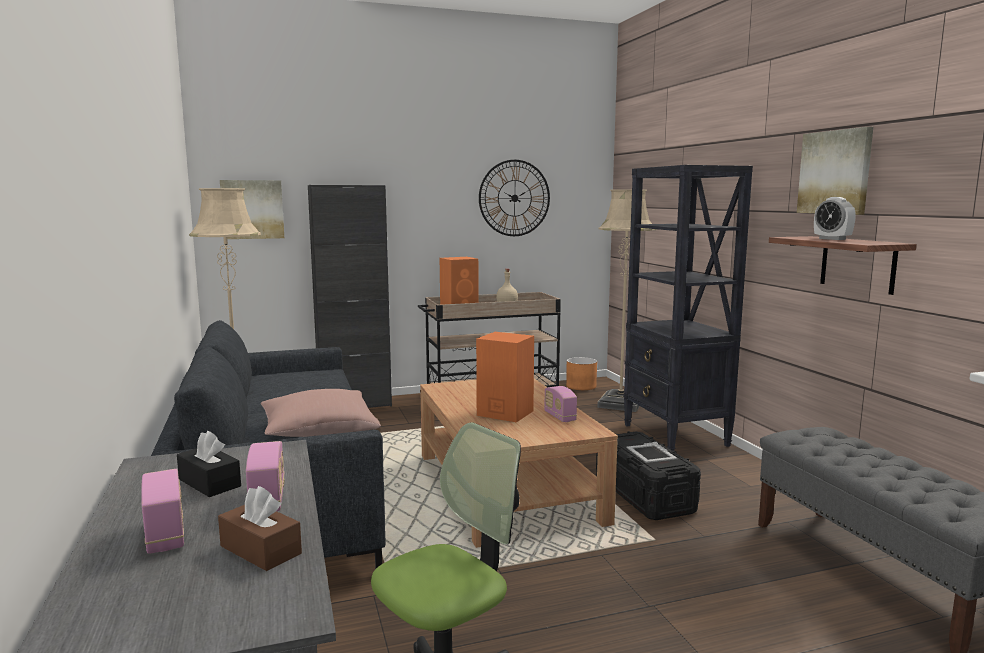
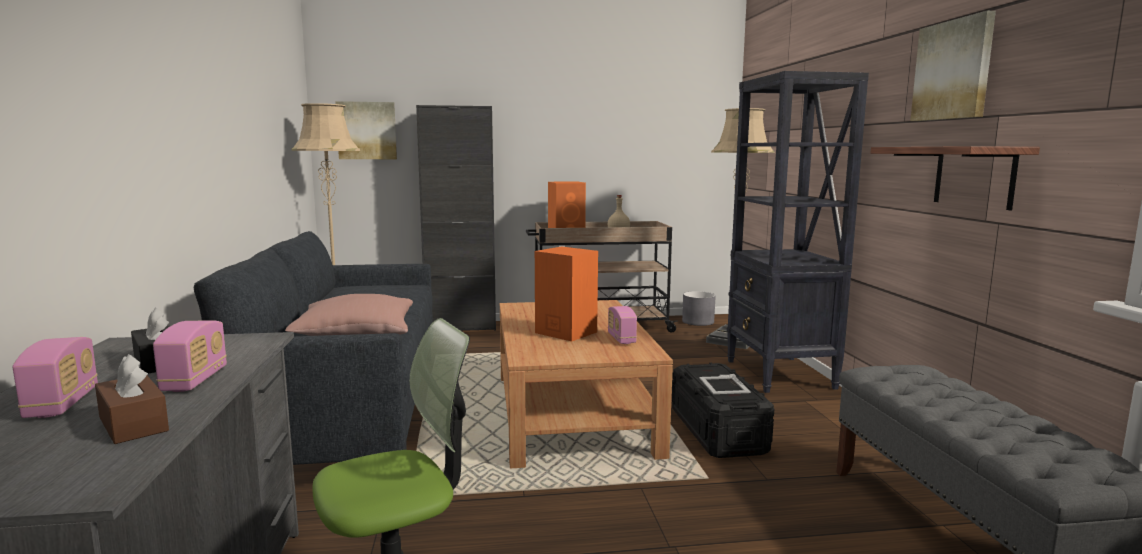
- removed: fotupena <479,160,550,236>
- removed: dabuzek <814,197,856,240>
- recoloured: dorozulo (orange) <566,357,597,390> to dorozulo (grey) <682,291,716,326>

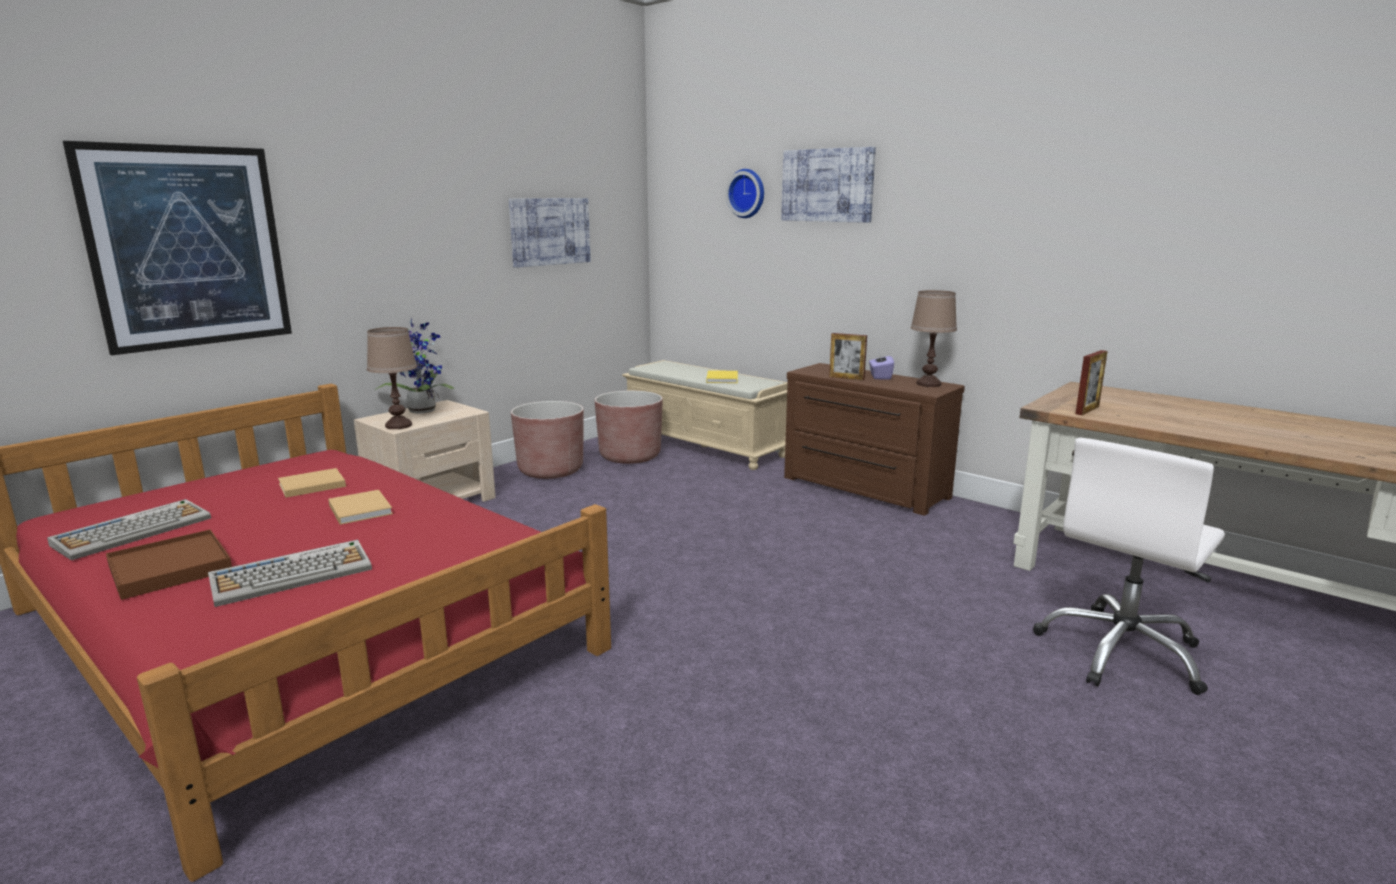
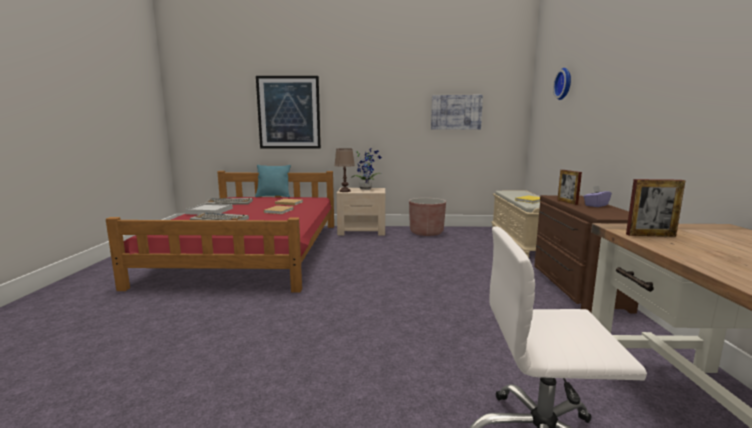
- removed: dorozulo (brown) <595,391,663,464>
- removed: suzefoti <781,147,876,223>
- removed: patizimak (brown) <911,290,957,387>
- added: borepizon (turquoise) <255,165,291,197>
- recoloured: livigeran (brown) <106,529,232,600> to livigeran (white) <185,203,233,215>

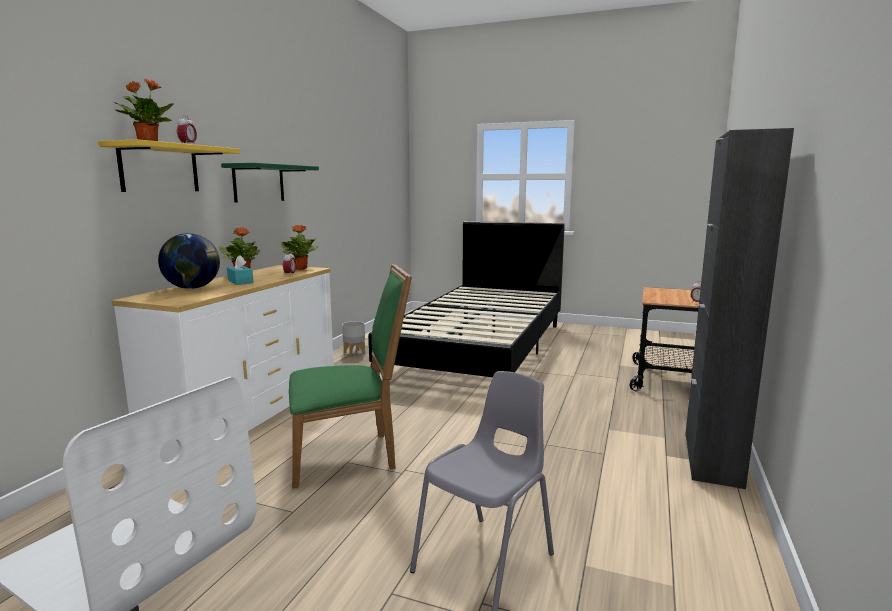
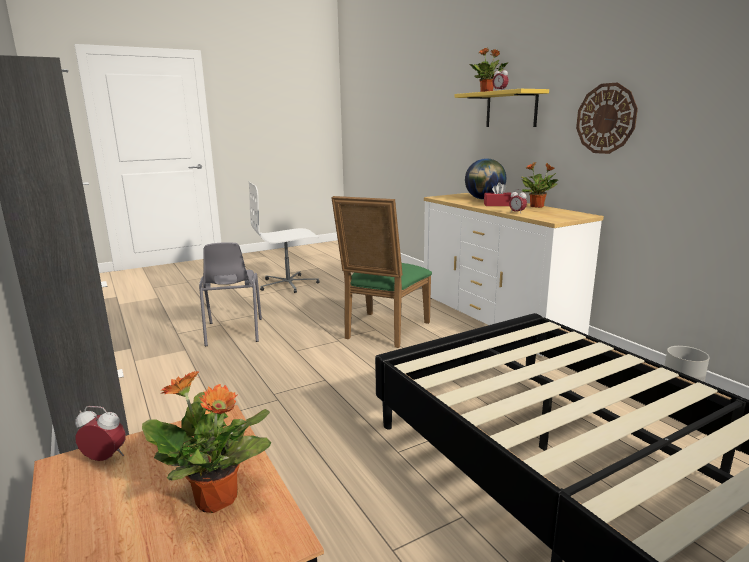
- moved: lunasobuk <281,225,318,270> to <142,371,271,513>
- replaced: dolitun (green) <221,163,319,203> to fotupena <576,83,638,154>
- recoloured: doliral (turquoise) <227,255,254,285> to doliral (red) <484,182,512,206>

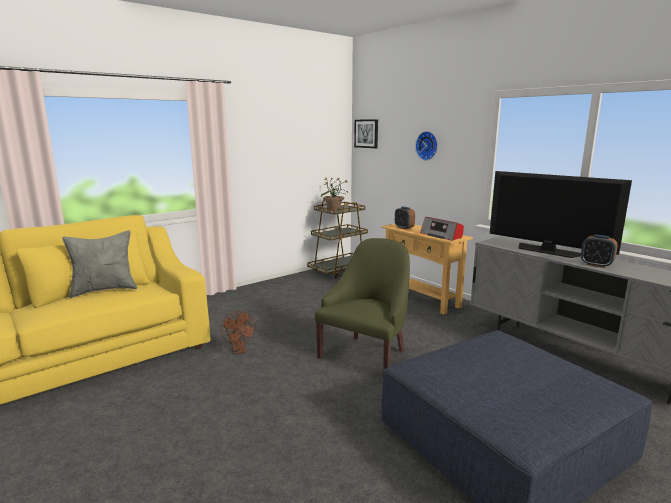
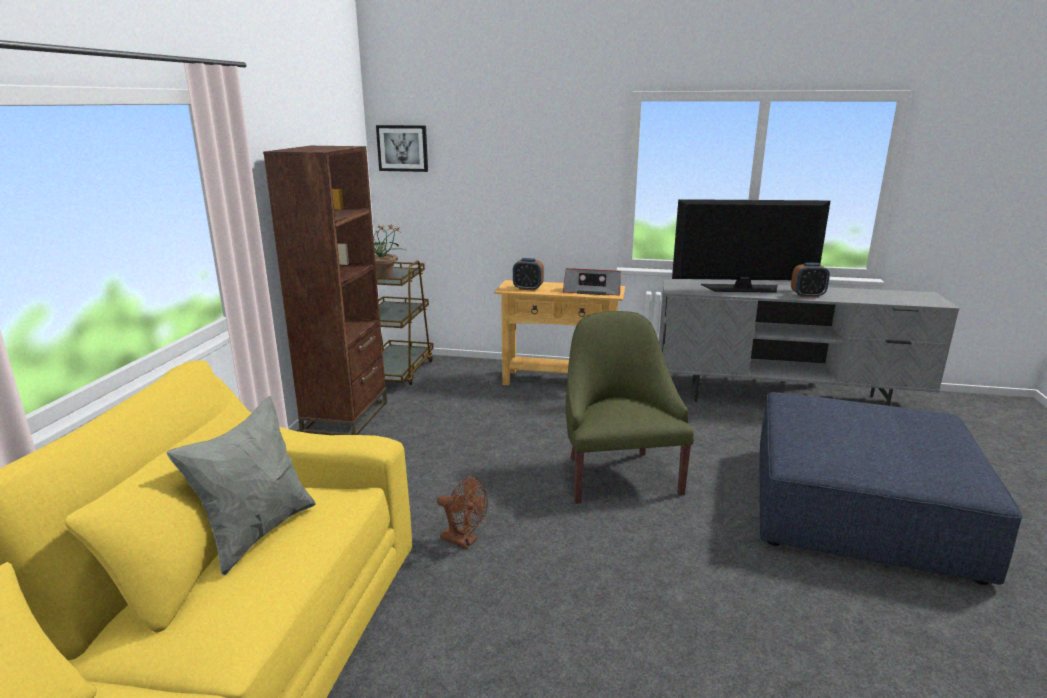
- removed: fotupena <415,131,438,160>
- added: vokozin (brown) <263,146,387,435>

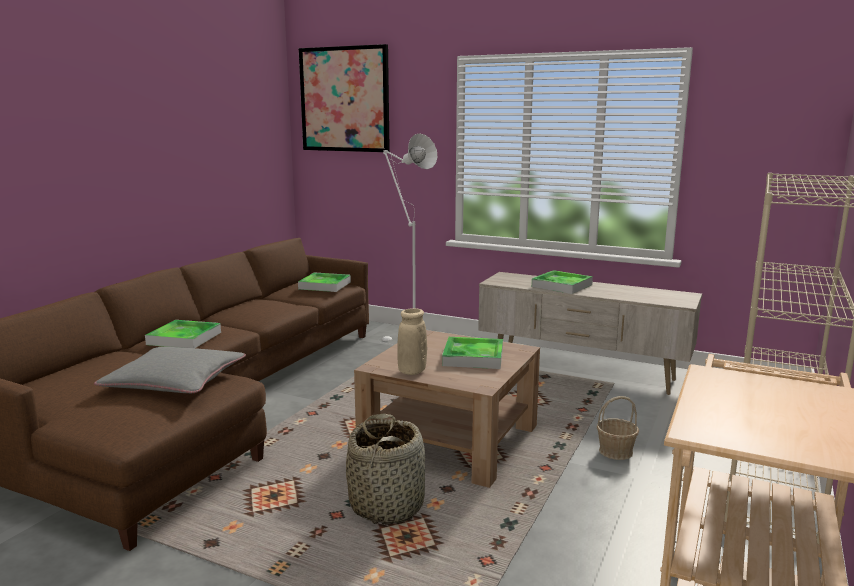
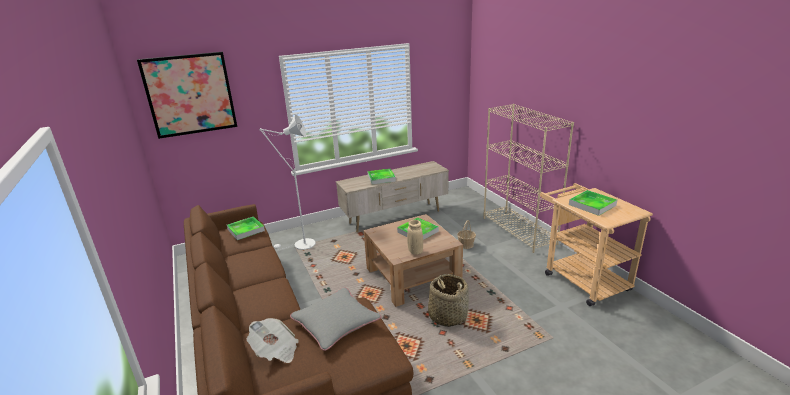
- added: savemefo <247,318,299,363>
- moved: livigeran <145,320,221,348> to <569,190,617,216>

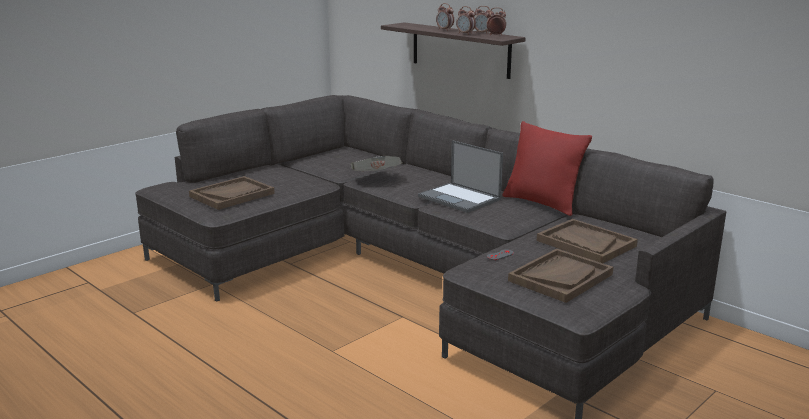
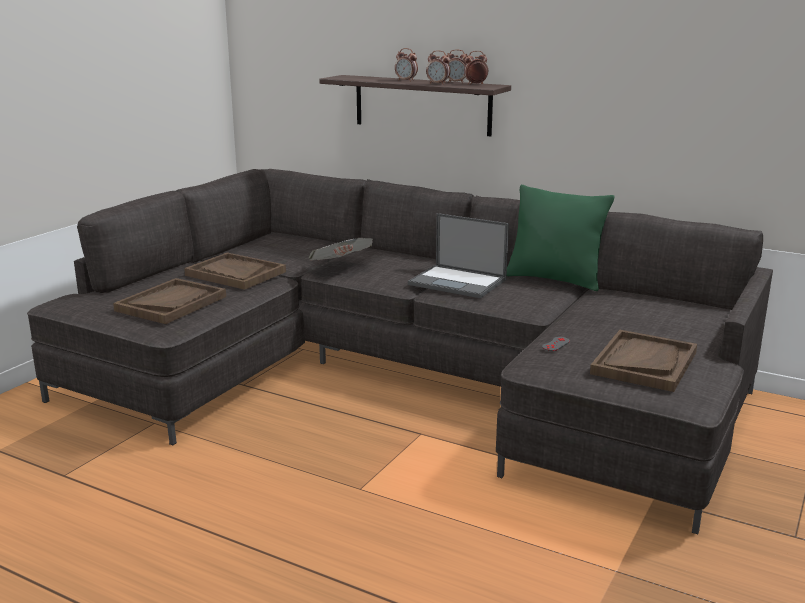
- moved: livigeran (brown) <537,219,638,263> to <184,252,286,290>
- recoloured: borepizon (red) <503,121,592,216> to borepizon (green) <507,185,615,291>

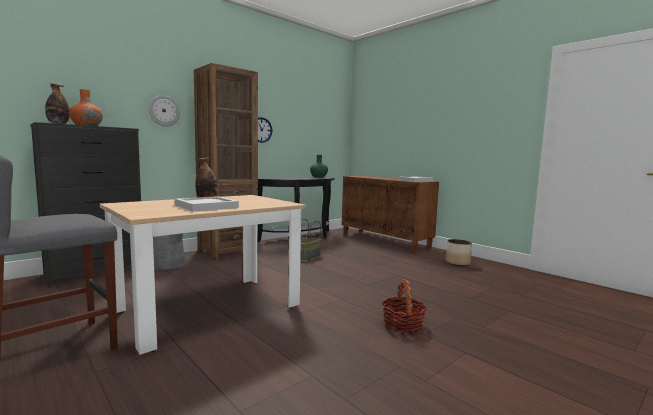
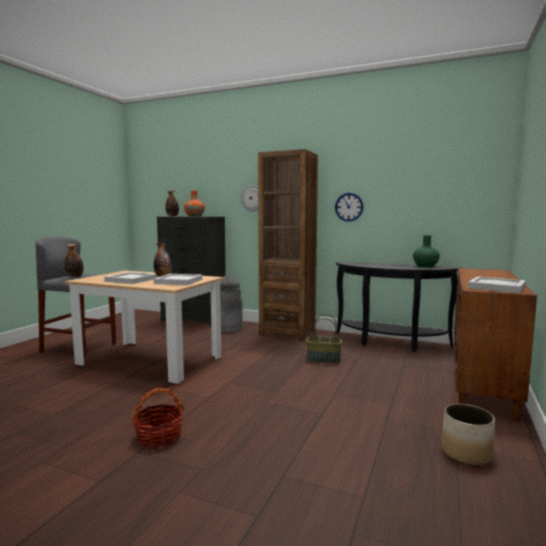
- added: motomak <65,244,84,277>
- added: livigeran (white) <154,274,202,285>

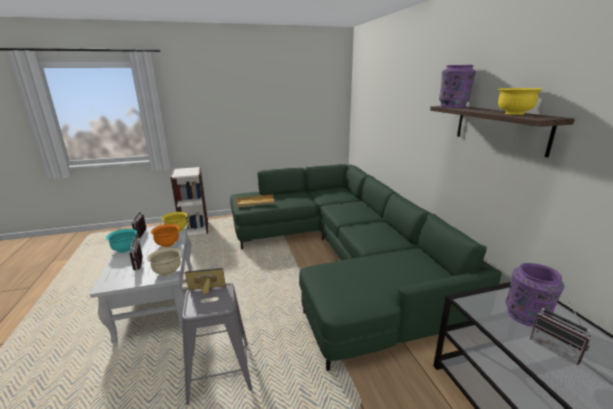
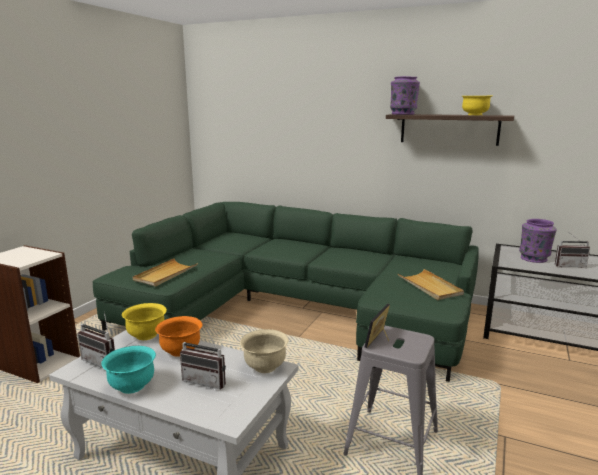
- added: livigeran (beige) <397,269,464,300>

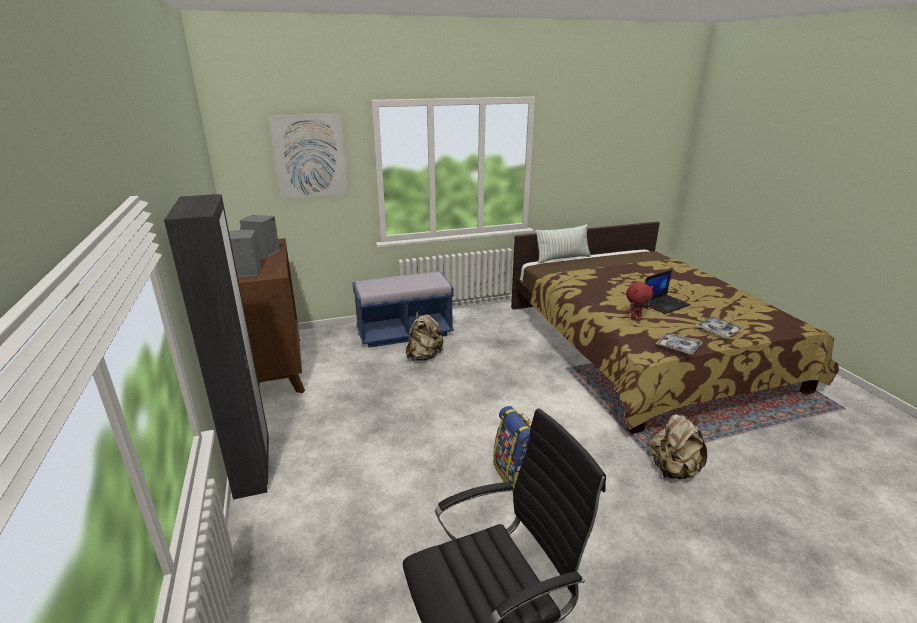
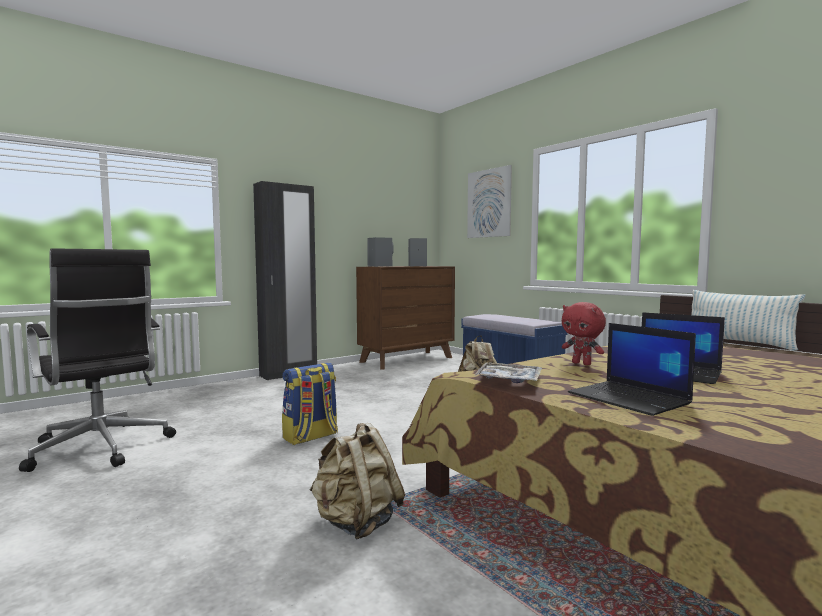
- replaced: livigeran <696,316,745,338> to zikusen <568,323,696,416>

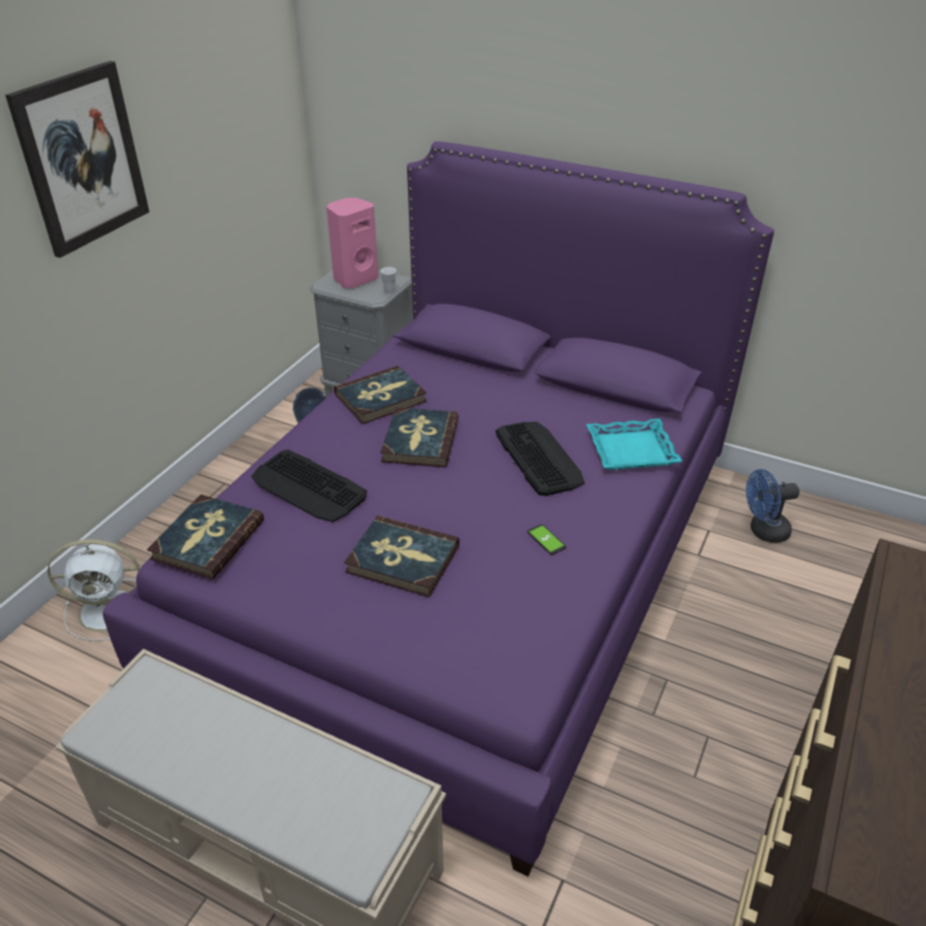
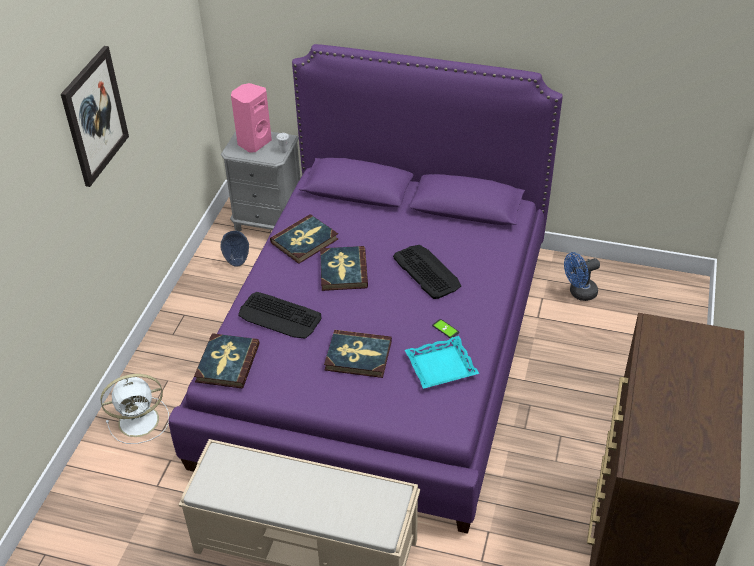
- moved: livigeran (turquoise) <586,418,682,470> to <405,336,479,389>

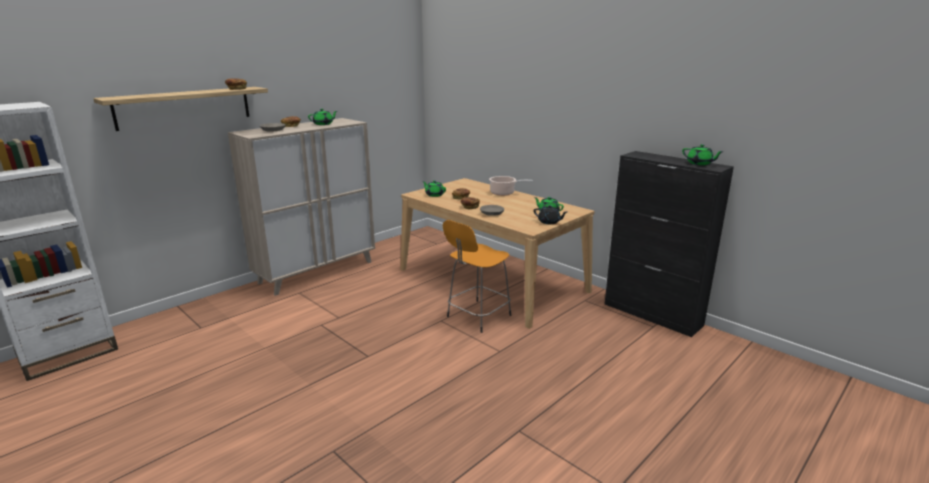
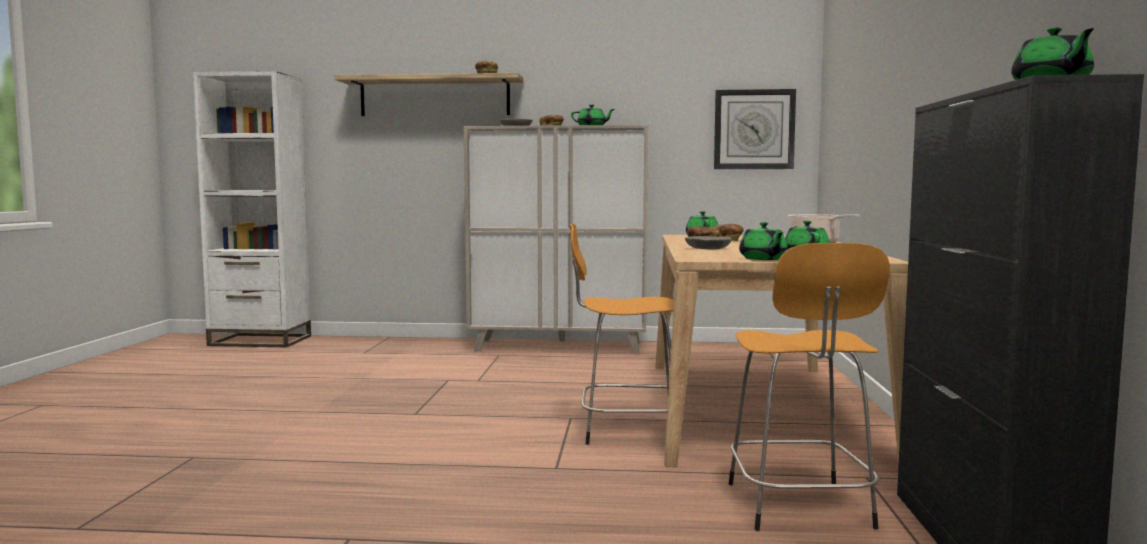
- added: fotupena <714,89,796,169>
- added: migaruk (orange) <728,243,890,531>
- recoloured: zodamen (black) <534,205,567,224> to zodamen (green) <739,222,788,260>

